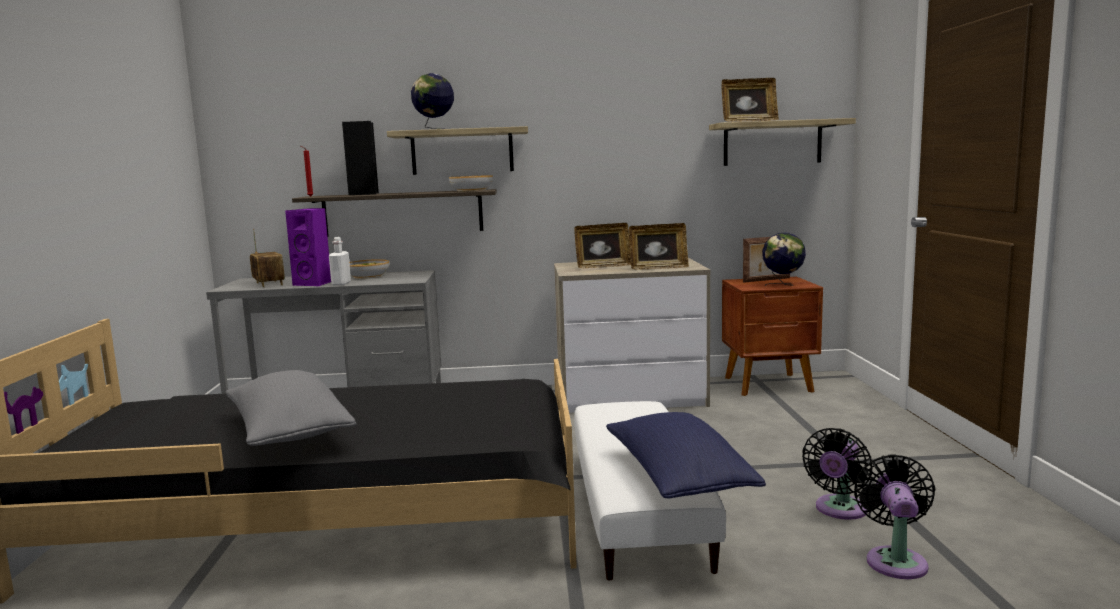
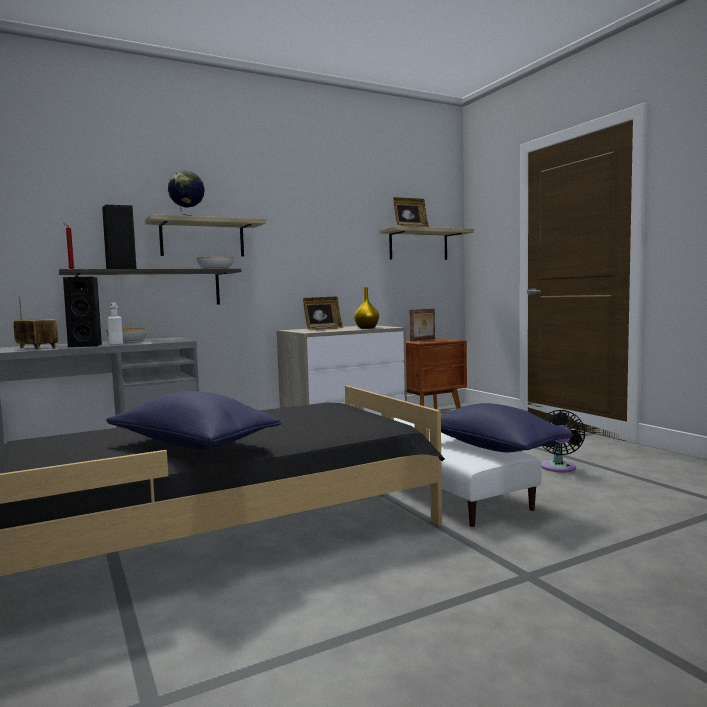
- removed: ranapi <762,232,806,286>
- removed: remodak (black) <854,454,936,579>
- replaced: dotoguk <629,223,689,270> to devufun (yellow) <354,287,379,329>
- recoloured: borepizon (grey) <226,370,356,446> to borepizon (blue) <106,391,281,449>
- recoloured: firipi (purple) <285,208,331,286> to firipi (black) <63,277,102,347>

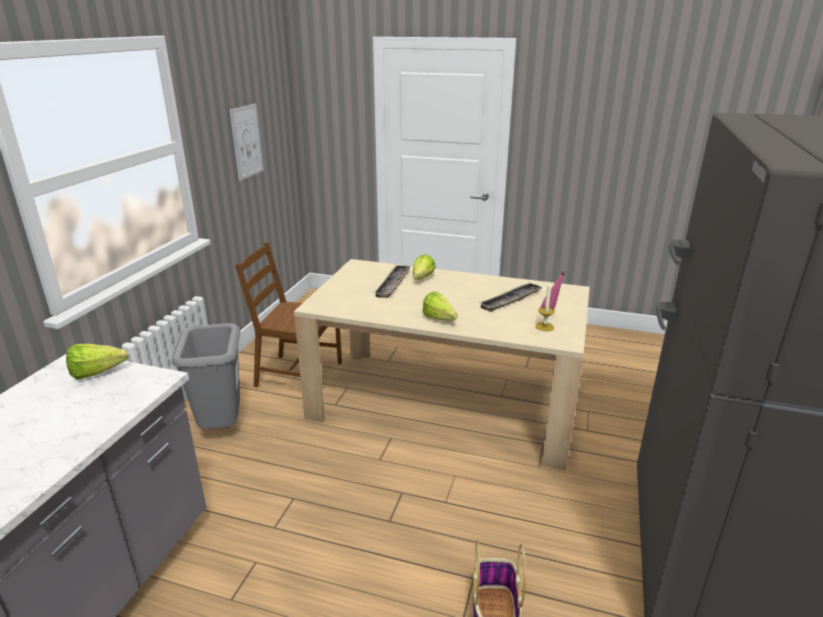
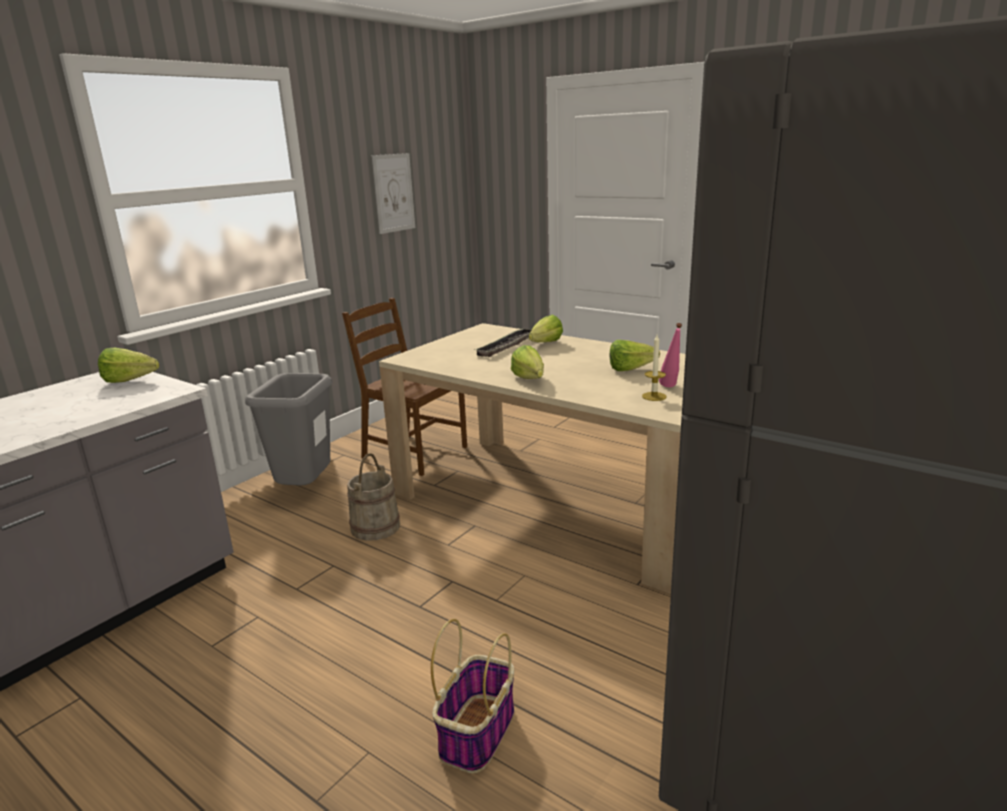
- added: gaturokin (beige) <347,453,400,541>
- replaced: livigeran <479,282,542,312> to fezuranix <610,340,660,371>

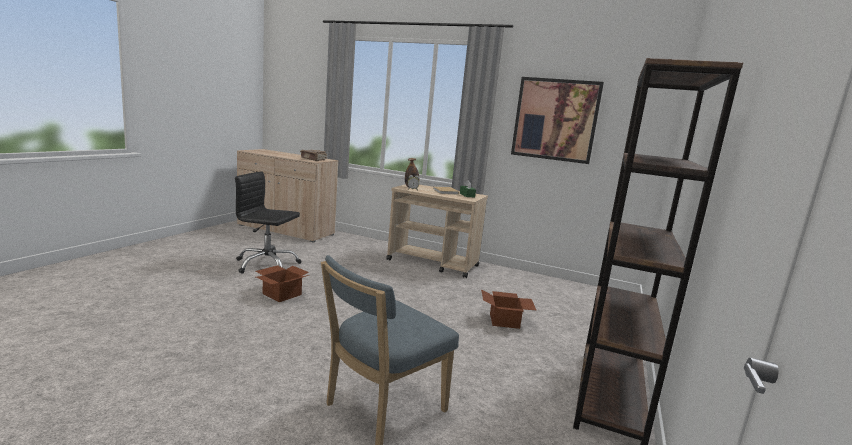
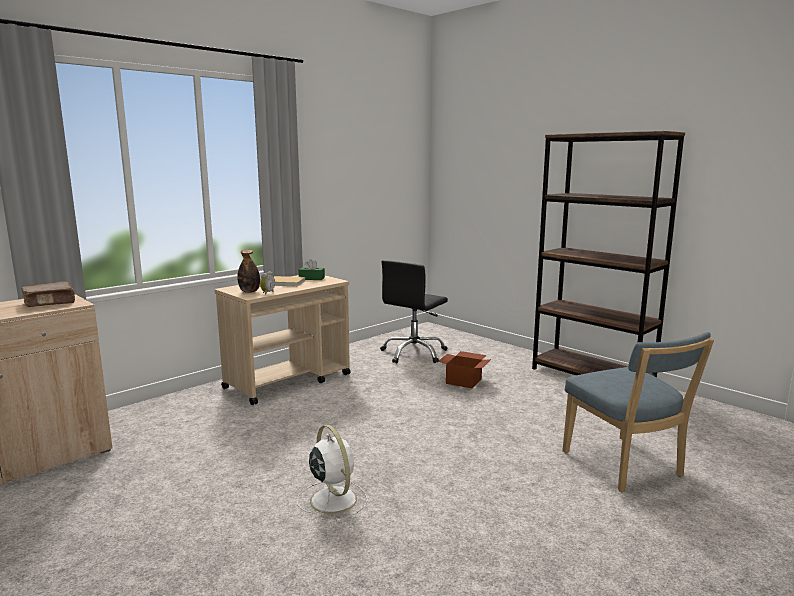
- removed: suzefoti <511,77,604,164>
- moved: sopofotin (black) <235,171,302,273> to <380,260,448,363>
- replaced: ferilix <255,265,309,302> to remodak (white) <297,425,368,523>

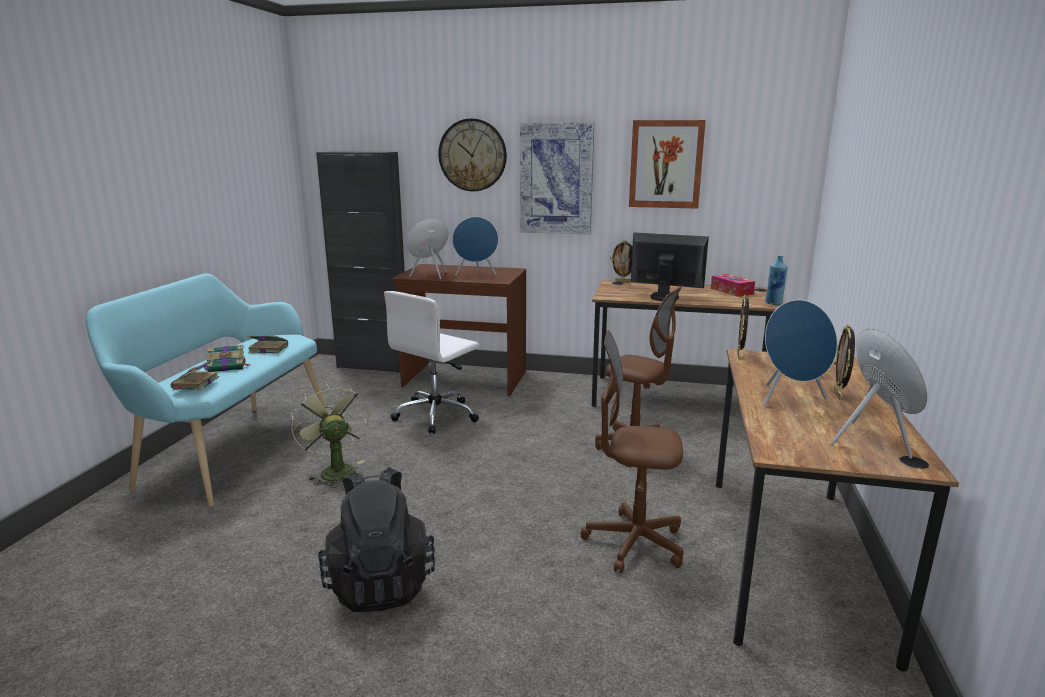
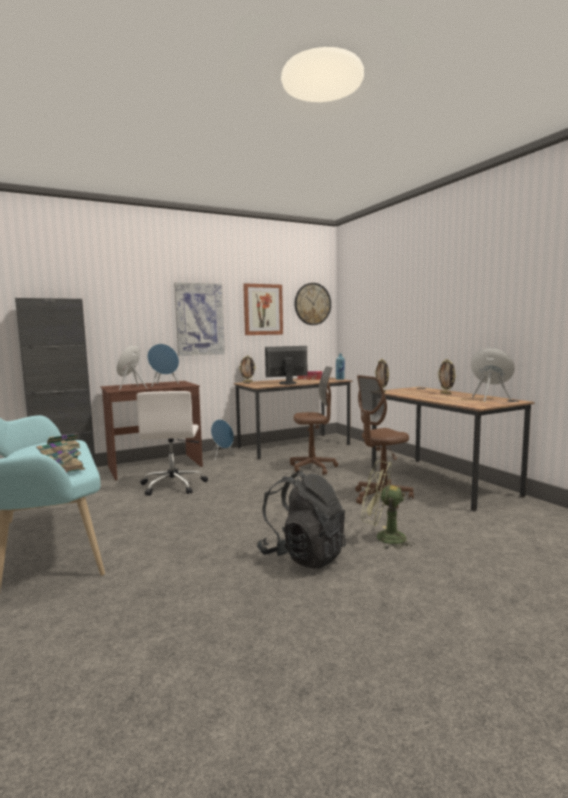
- moved: remodak (green) <290,383,369,488> to <362,460,415,549>
- moved: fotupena <438,118,507,191> to <295,283,331,325>
- moved: firipi (blue) <763,300,837,407> to <211,419,234,460>

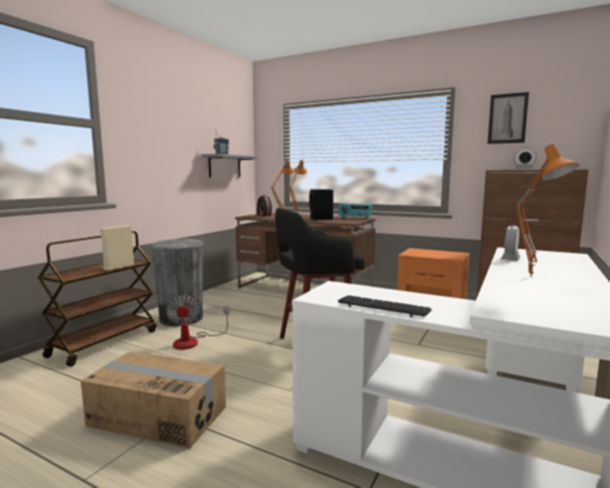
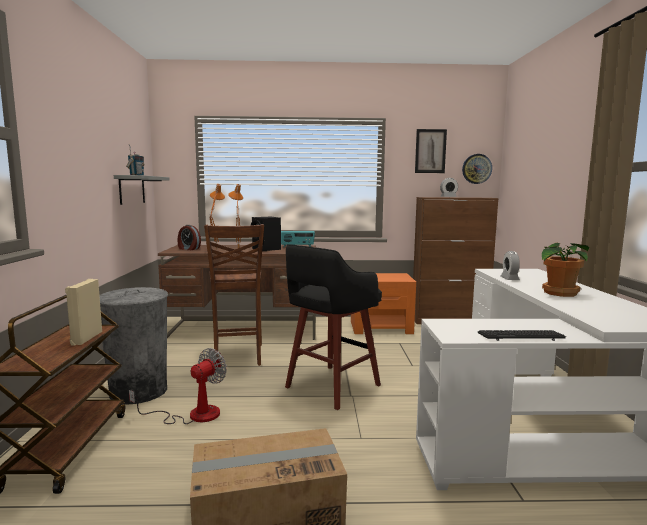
- added: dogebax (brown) <204,224,264,366>
- added: fotupena <462,154,492,184>
- replaced: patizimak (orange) <517,144,579,277> to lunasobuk <542,243,589,297>
- turned: remodak <166,295,230,350> = <129,348,227,424> 105 degrees counterclockwise

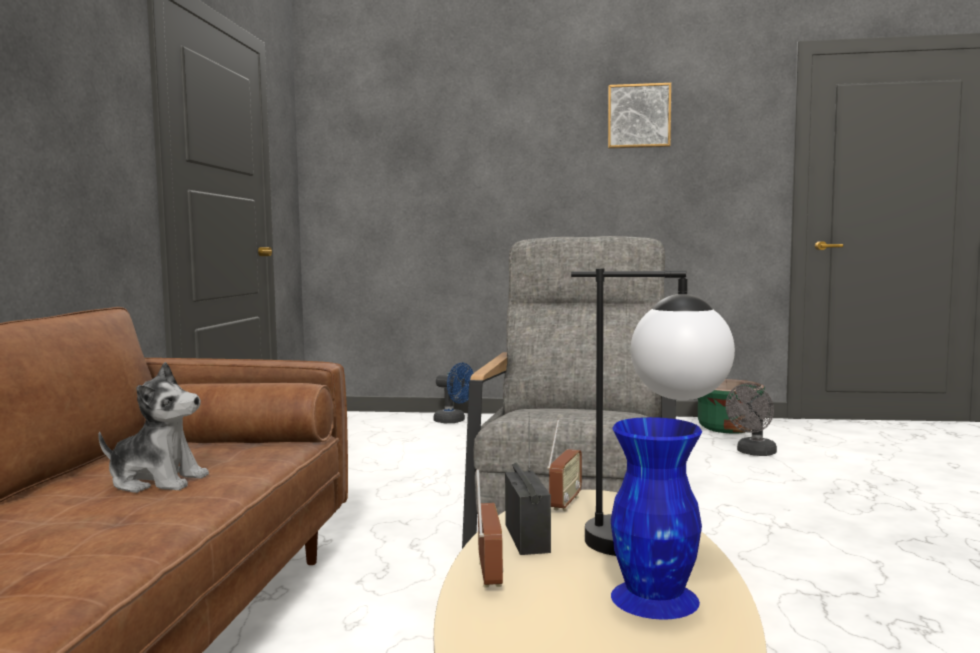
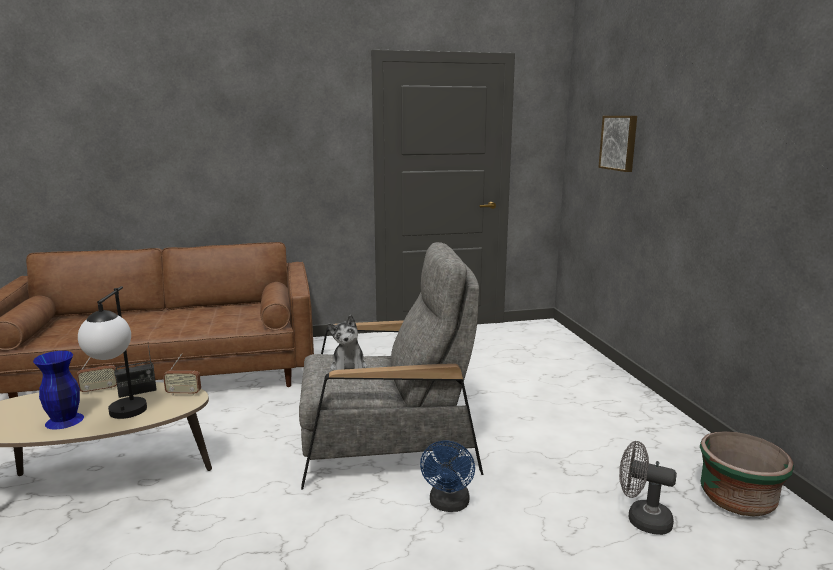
- moved: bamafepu <98,362,209,493> to <328,315,367,371>
- moved: remodak (blue) <434,363,473,423> to <420,440,475,512>
- moved: suzefoti <608,83,671,149> to <598,116,637,172>

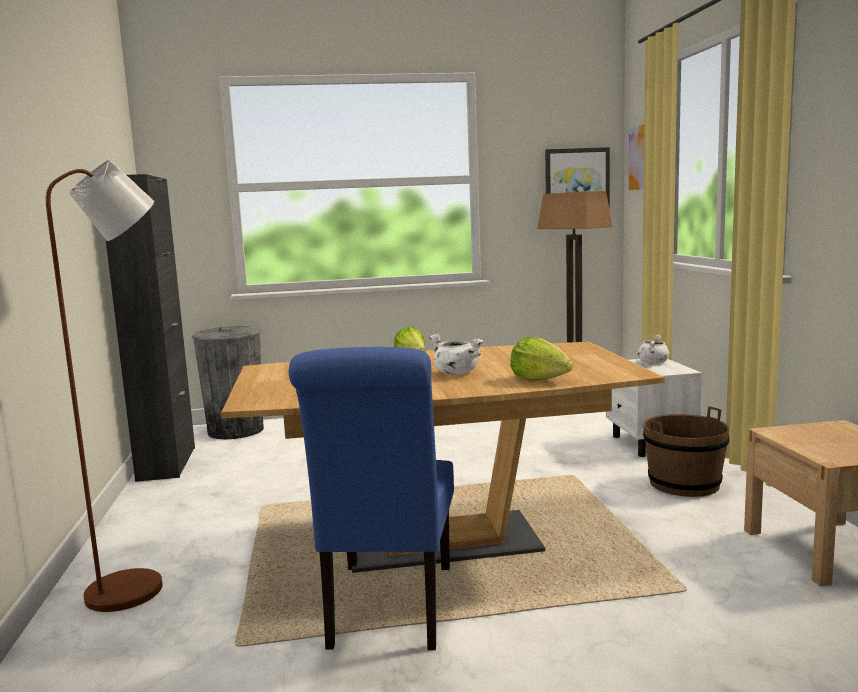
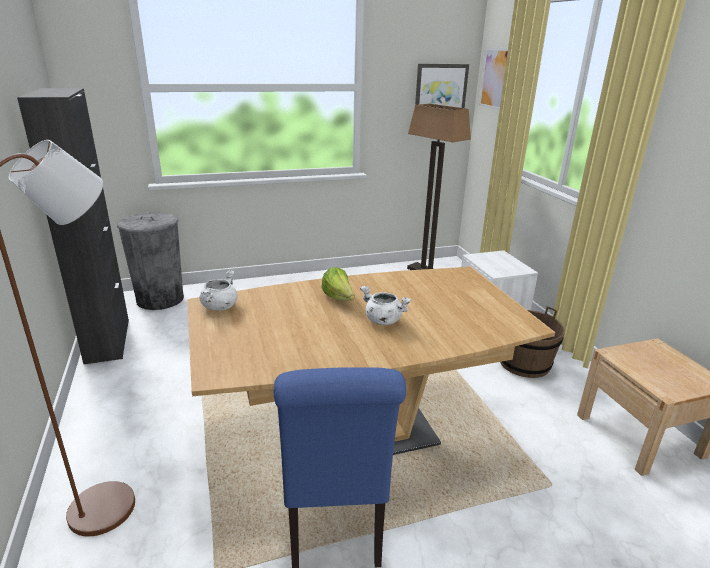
- removed: fezuranix <510,337,573,381>
- moved: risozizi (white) <638,335,669,364> to <200,270,237,311>

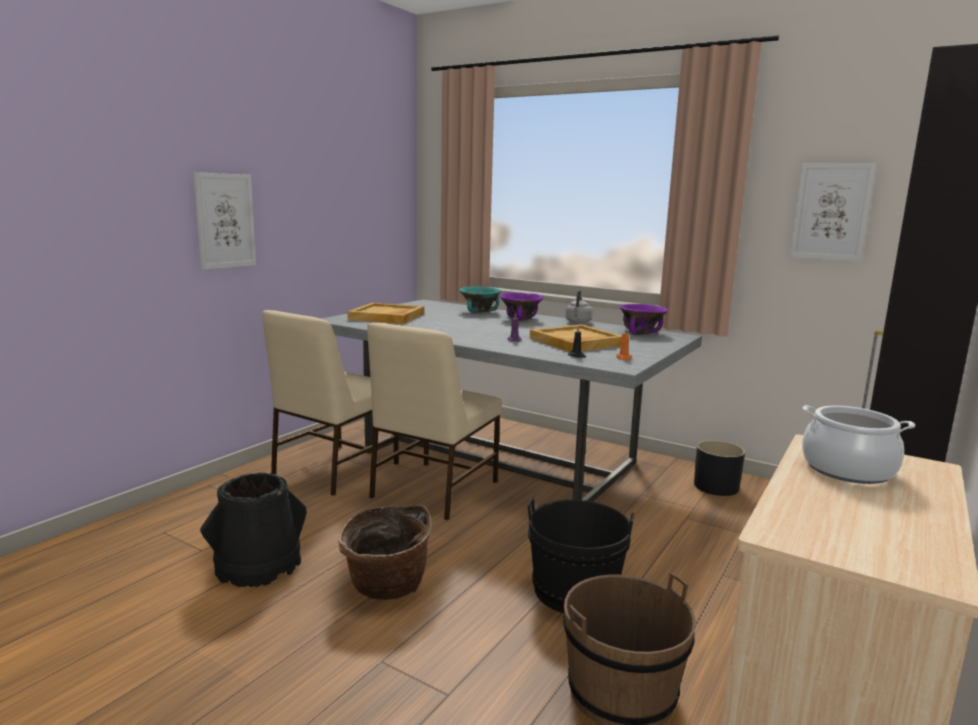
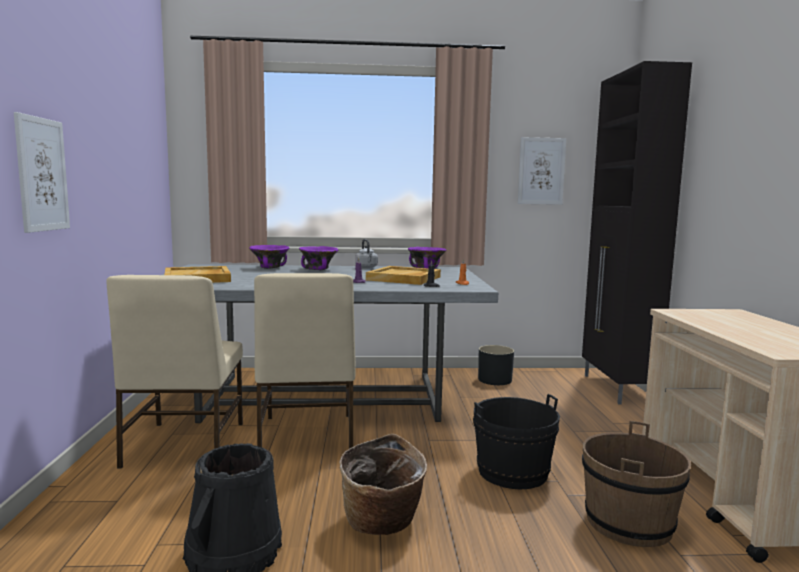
- removed: risozizi <802,405,915,484>
- recoloured: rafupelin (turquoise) <459,287,501,313> to rafupelin (purple) <249,245,289,269>

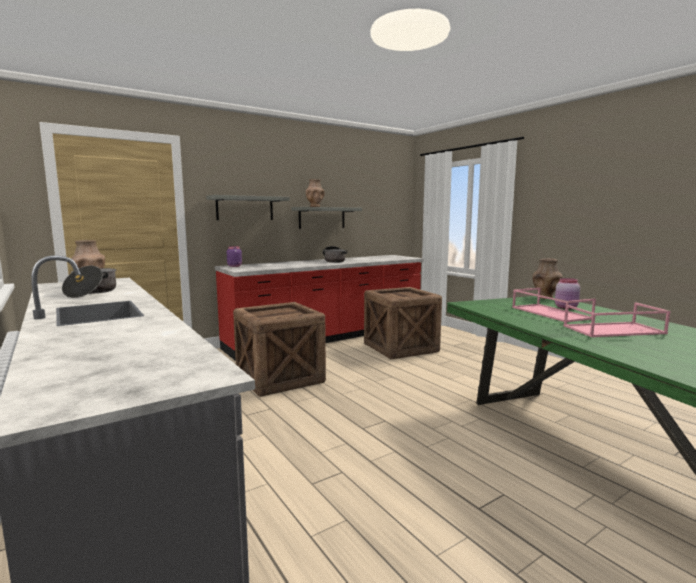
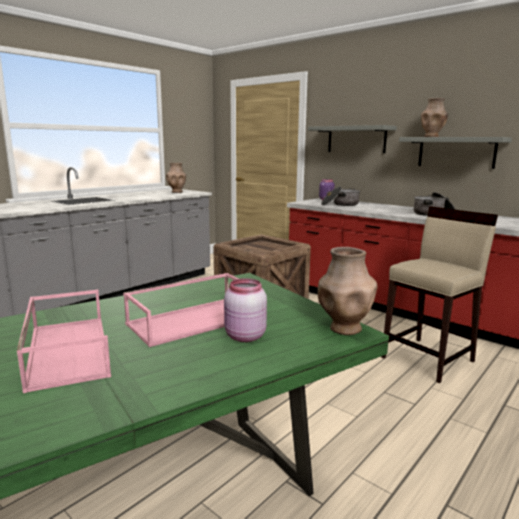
- moved: risozizi <62,265,116,298> to <321,187,360,206>
- replaced: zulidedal <364,287,442,359> to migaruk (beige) <381,206,498,383>

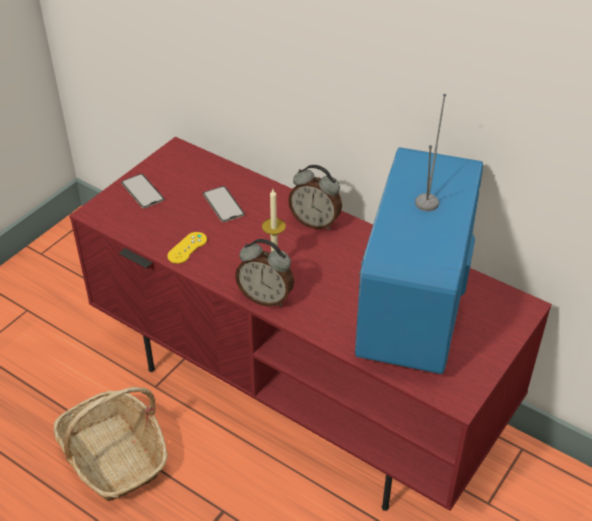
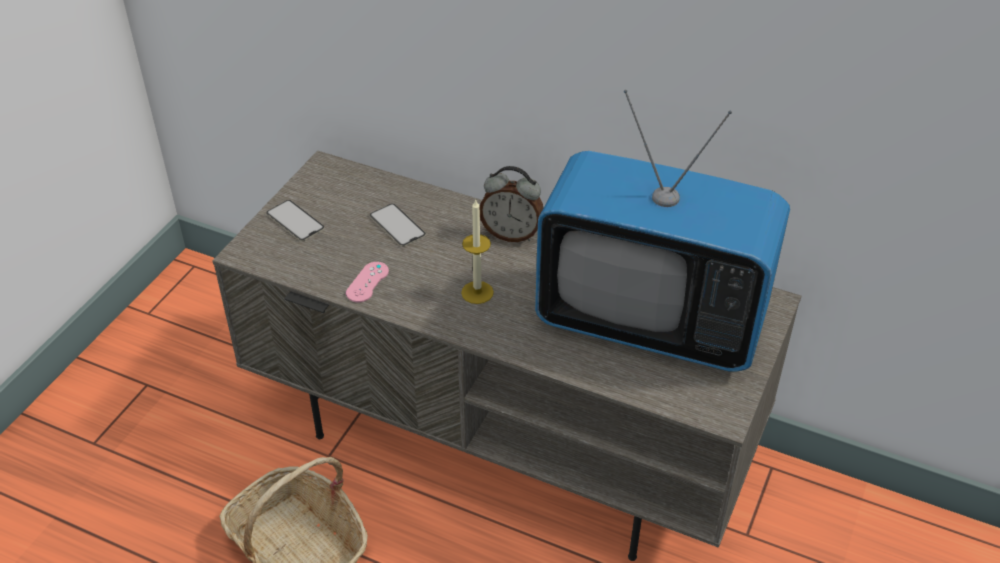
- removed: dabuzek <235,239,294,307>
- recoloured: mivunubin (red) <70,137,552,511> to mivunubin (grey) <212,151,801,561>
- recoloured: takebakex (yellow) <167,232,207,264> to takebakex (pink) <346,262,389,302>
- turned: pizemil <355,94,483,374> = <535,90,790,372> 75 degrees counterclockwise

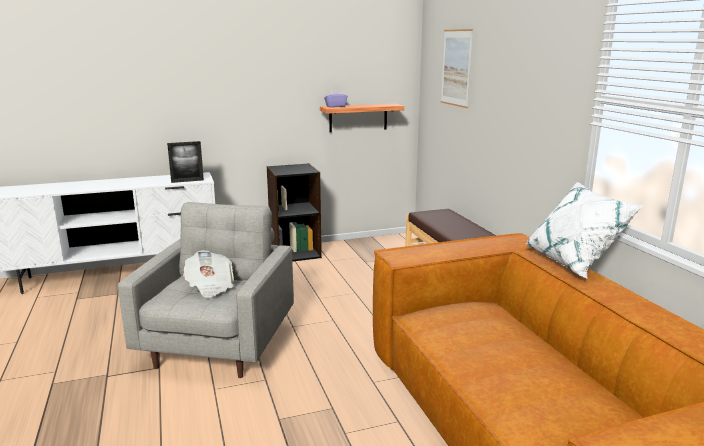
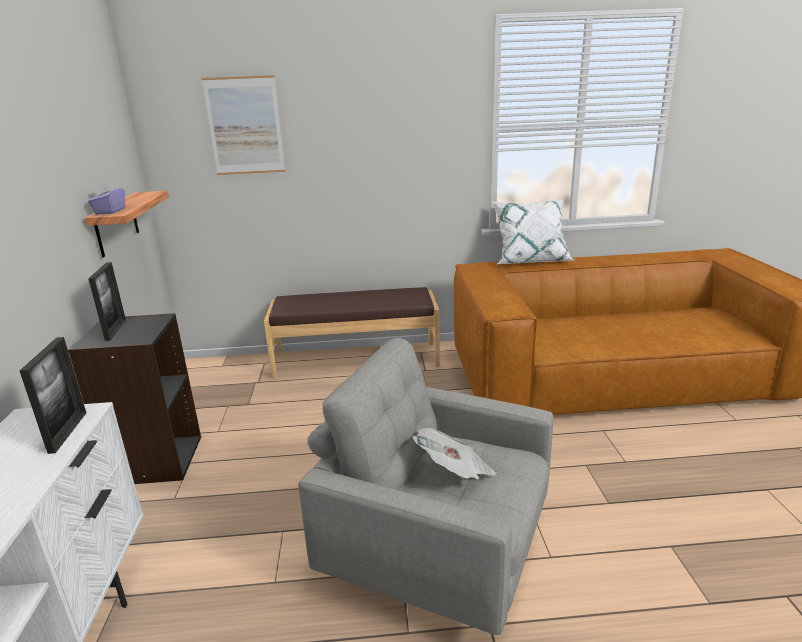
- added: dotoguk <88,262,126,341>

